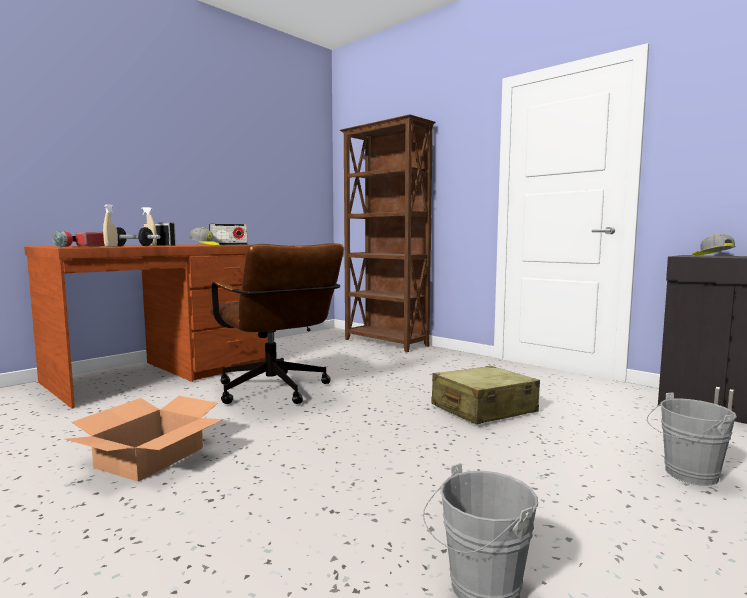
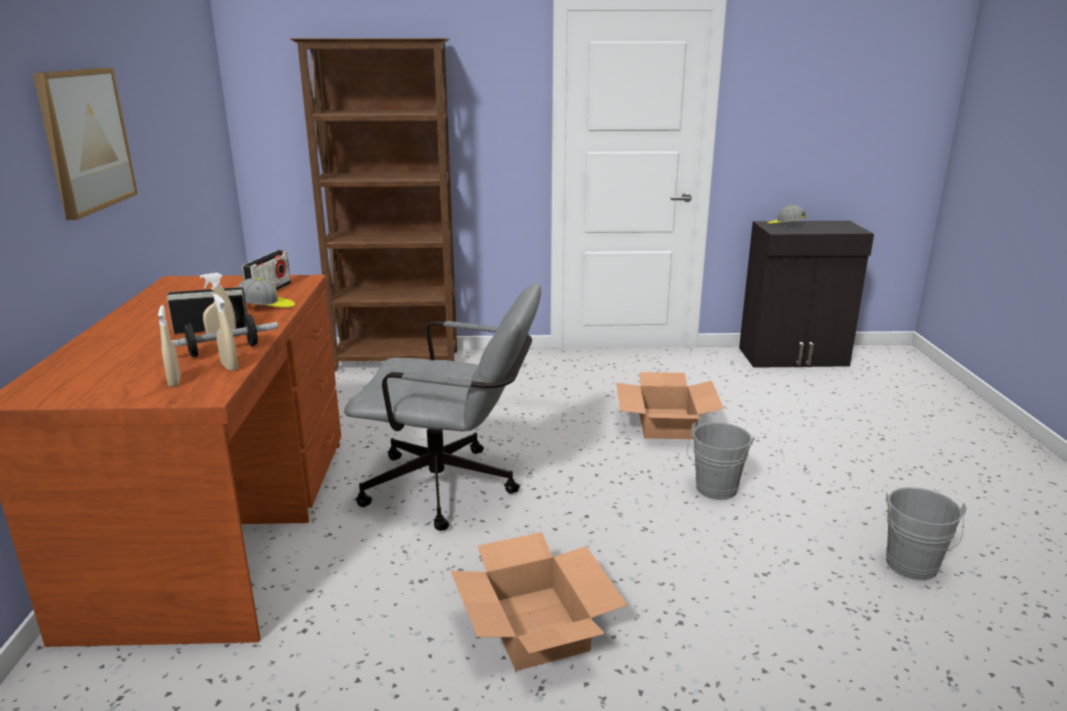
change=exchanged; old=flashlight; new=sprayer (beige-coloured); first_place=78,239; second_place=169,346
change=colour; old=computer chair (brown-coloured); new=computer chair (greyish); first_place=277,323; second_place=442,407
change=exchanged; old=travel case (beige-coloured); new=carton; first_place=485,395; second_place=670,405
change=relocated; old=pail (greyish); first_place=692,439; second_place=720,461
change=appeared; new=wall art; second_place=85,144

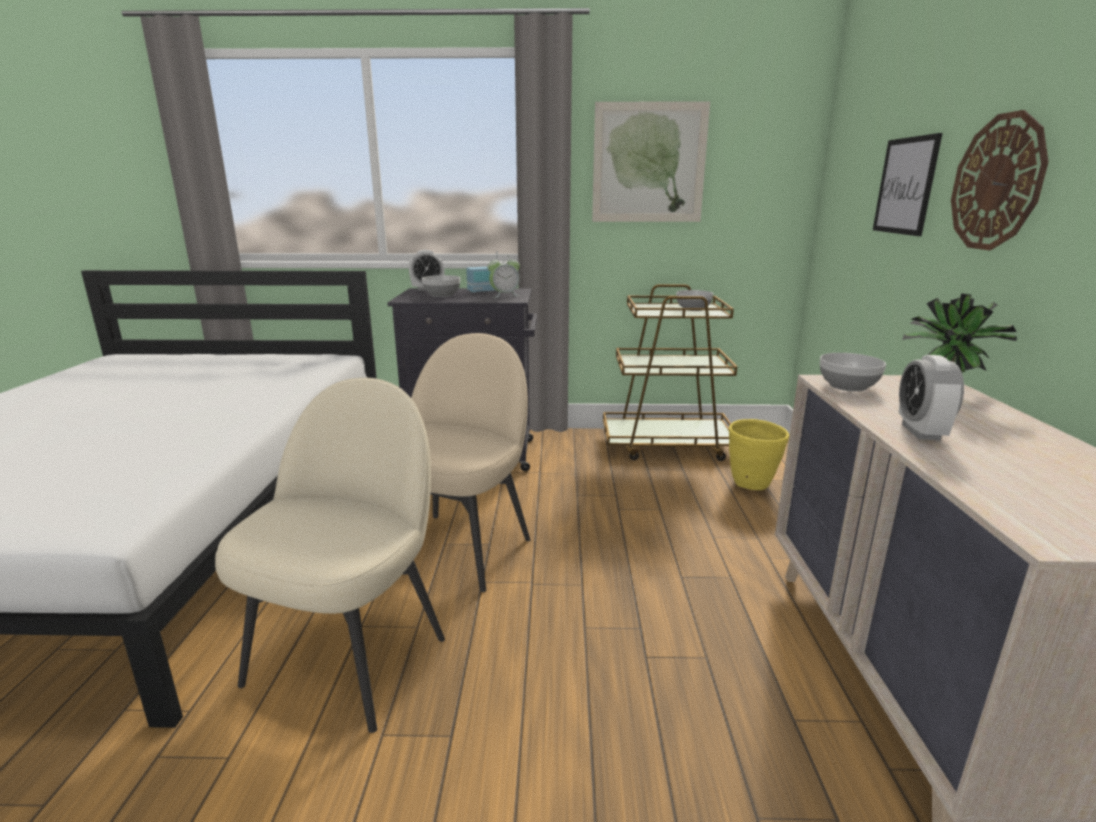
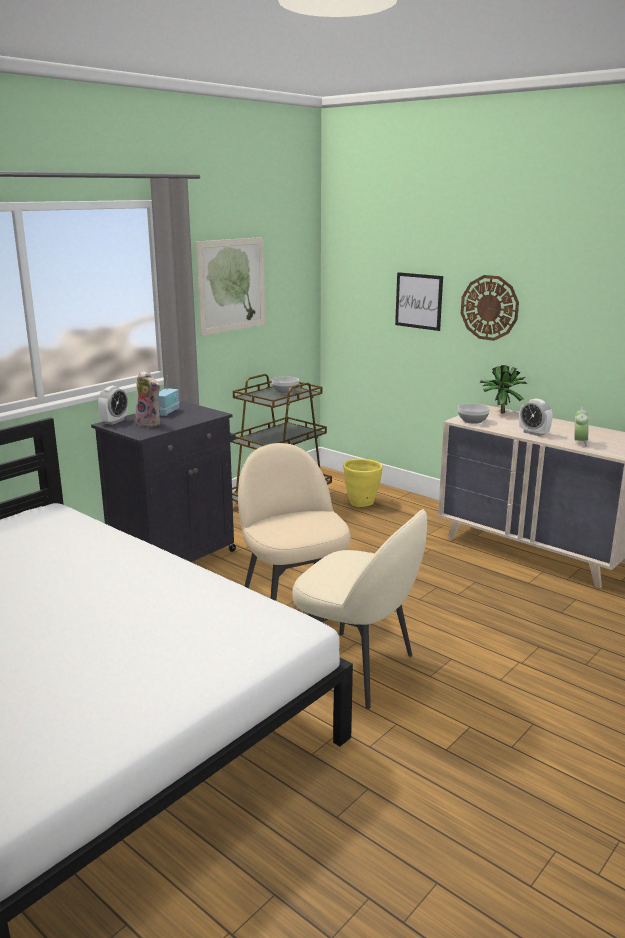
change=relocated; old=table clock; first_place=503,276; second_place=582,427
change=exchanged; old=deep dish; new=plush toy; first_place=441,286; second_place=148,398
change=spun; old=upright chair (beige-coloured); first_place=330,555; second_place=359,609; degrees=150

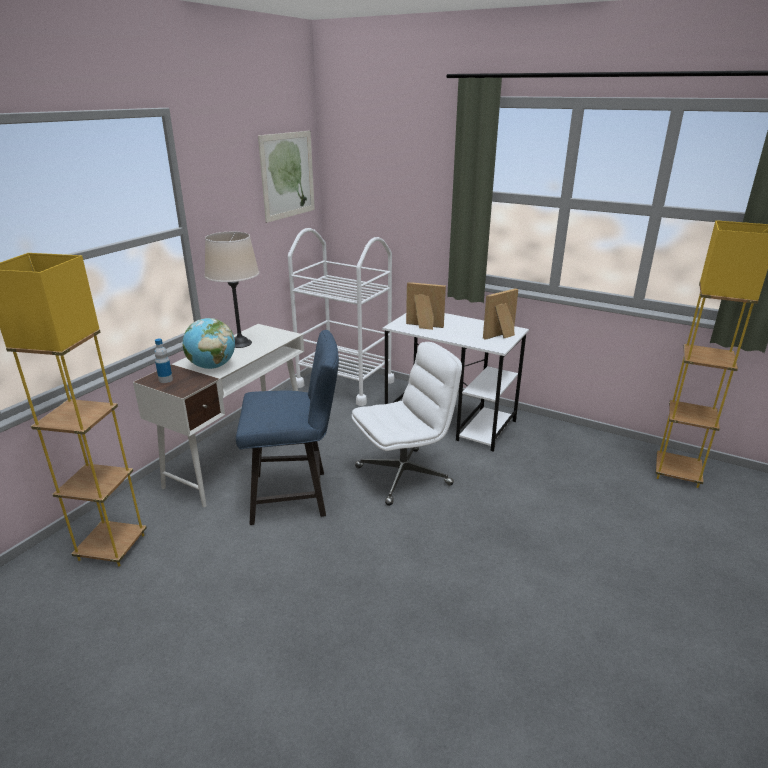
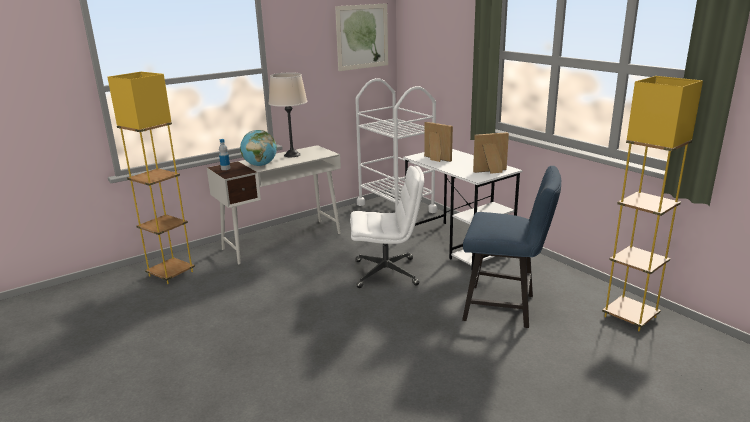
change=relocated; old=upright chair (blue); first_place=287,427; second_place=511,247

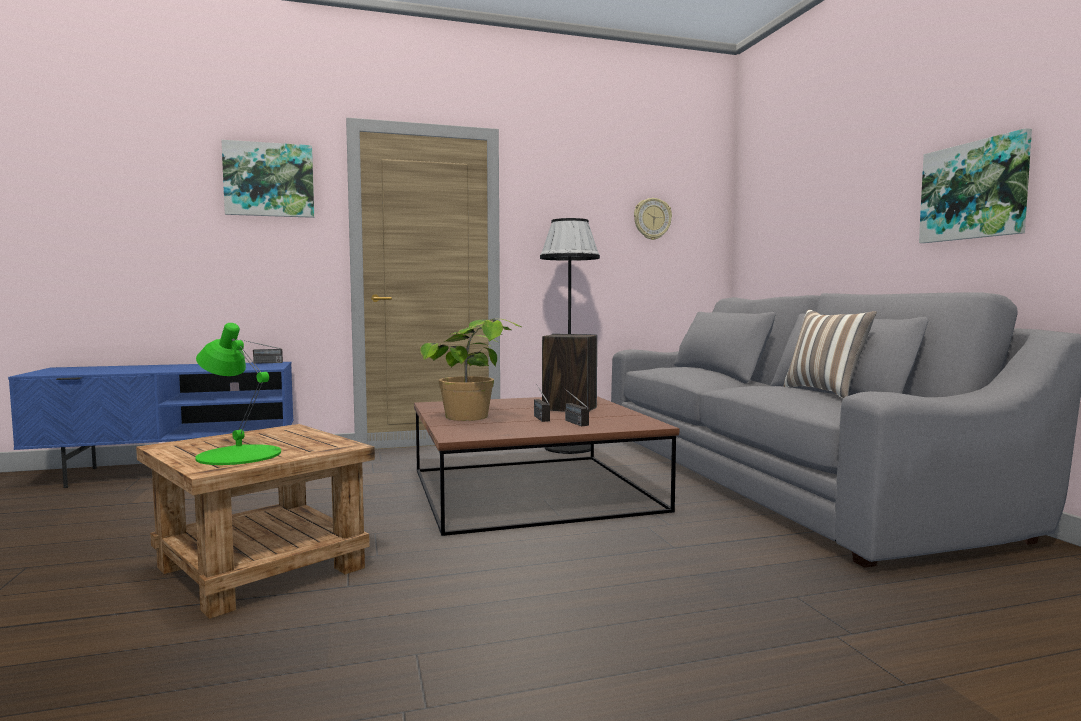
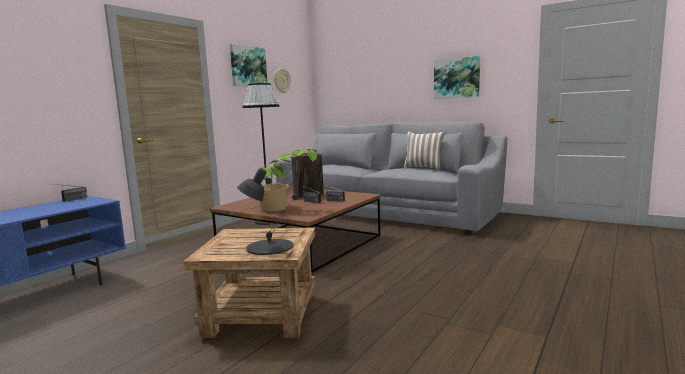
change=relocated; old=wall art; first_place=267,179; second_place=248,65
change=colour; old=table lamp (green); new=table lamp (black); first_place=238,394; second_place=267,211

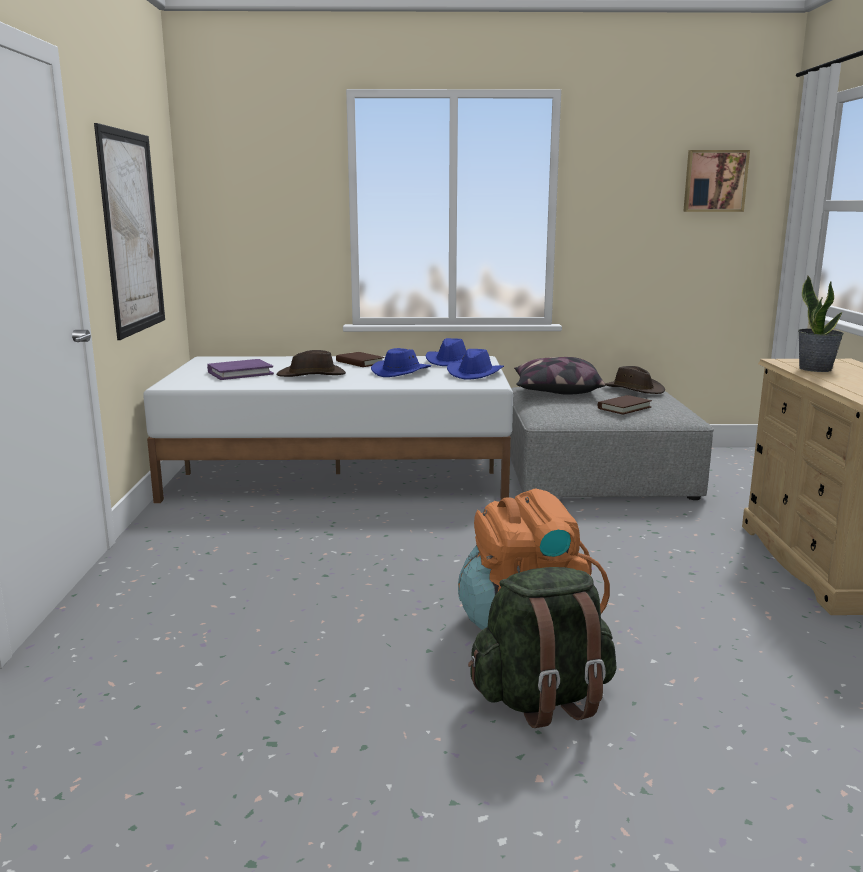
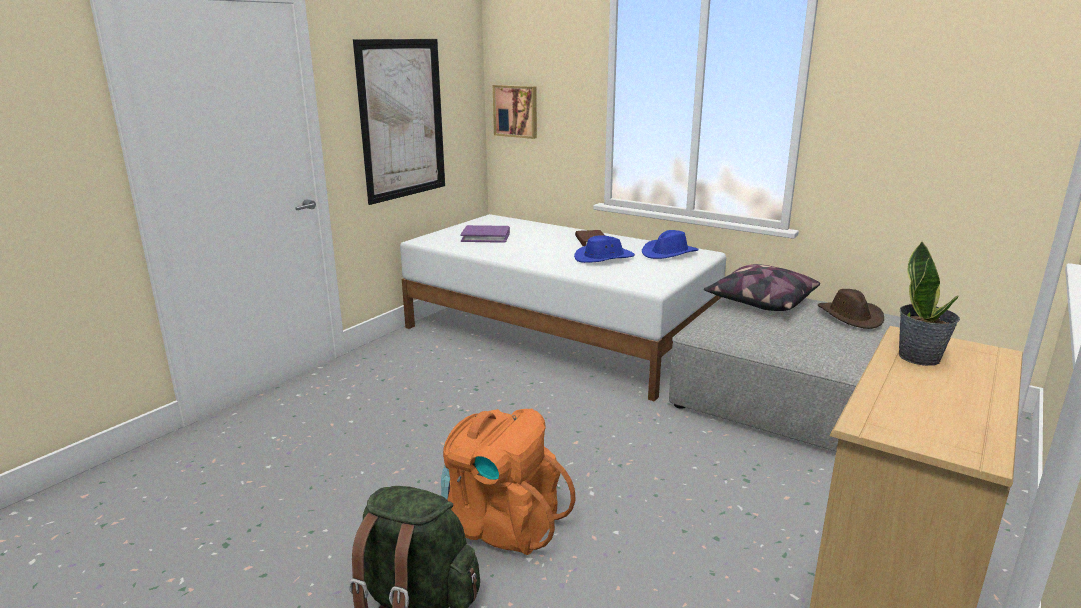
change=relocated; old=wall art; first_place=716,181; second_place=515,112
change=missing; old=clothing hat (blue); first_place=475,364
change=missing; old=clothing hat (brown-coloured); first_place=311,363
change=missing; old=volume (brown-coloured); first_place=625,405

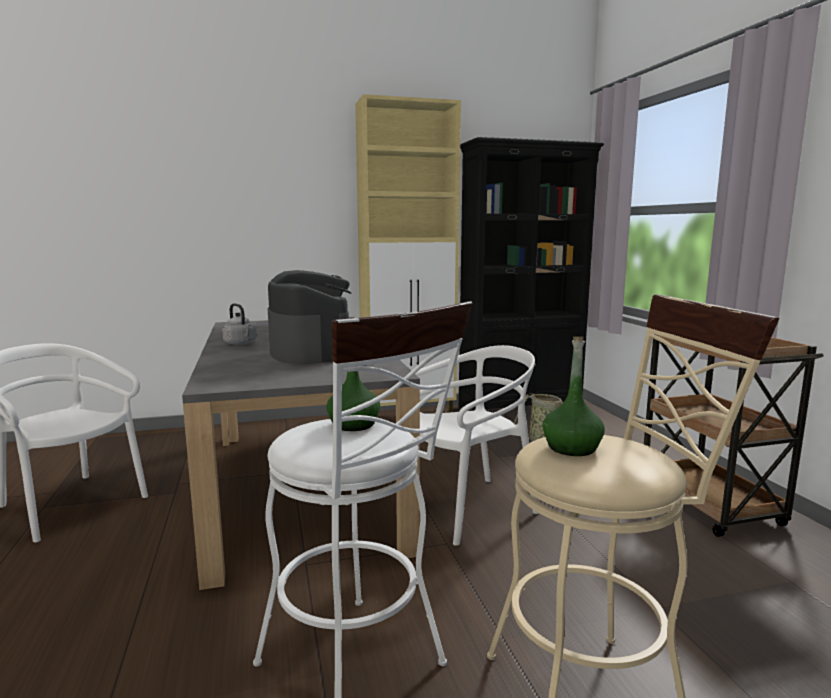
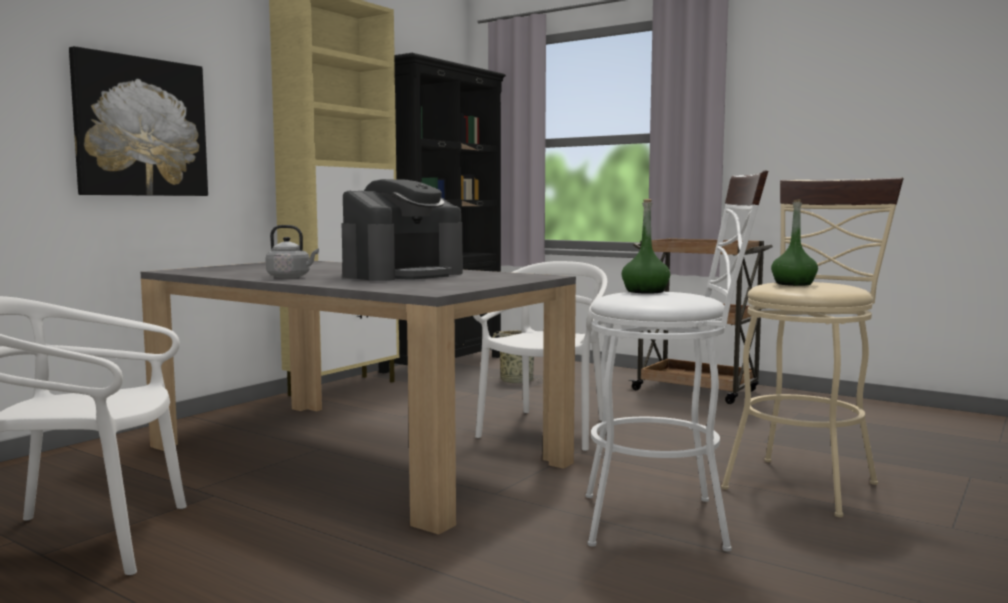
change=spun; old=coffee machine; first_place=309,317; second_place=402,230; degrees=105
change=appeared; new=wall art; second_place=138,121

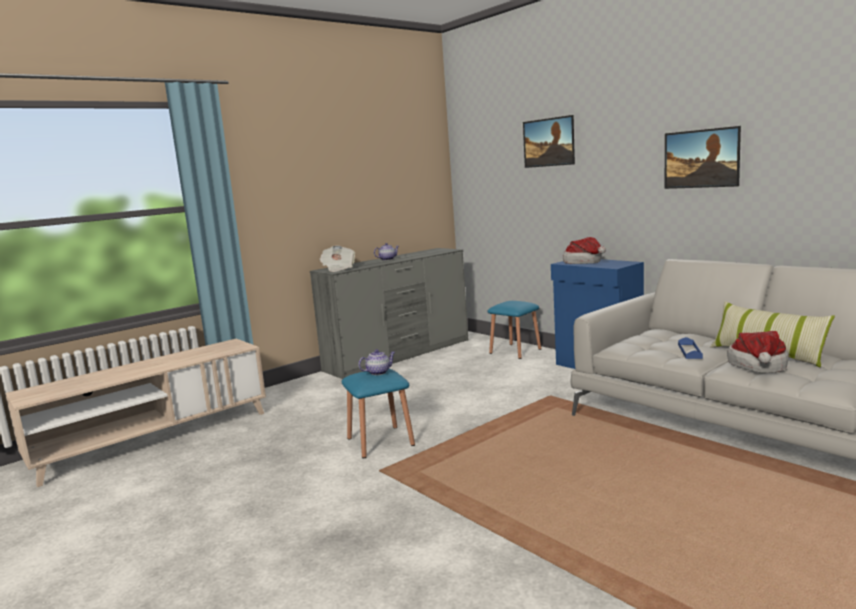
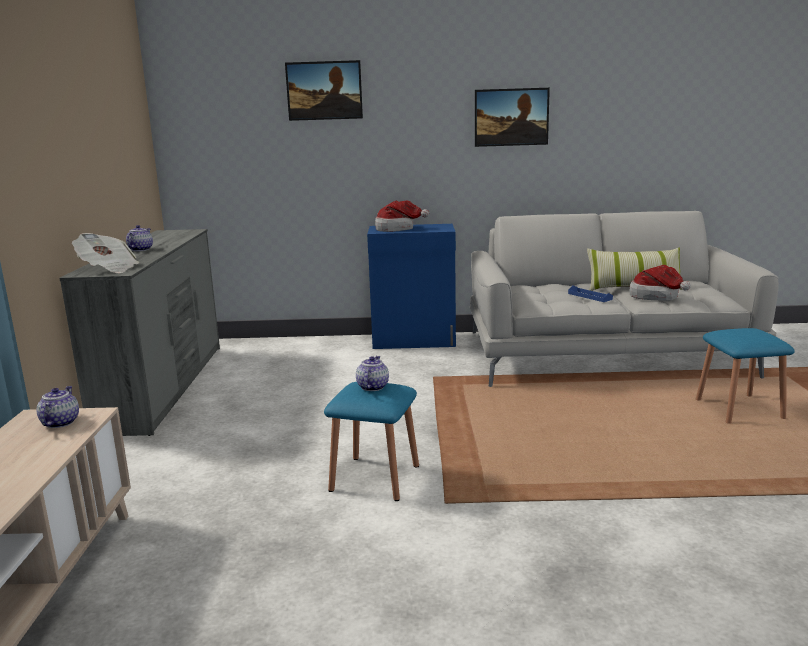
change=relocated; old=stool seat (blue); first_place=515,330; second_place=745,376
change=appeared; new=pot for tea; second_place=57,407

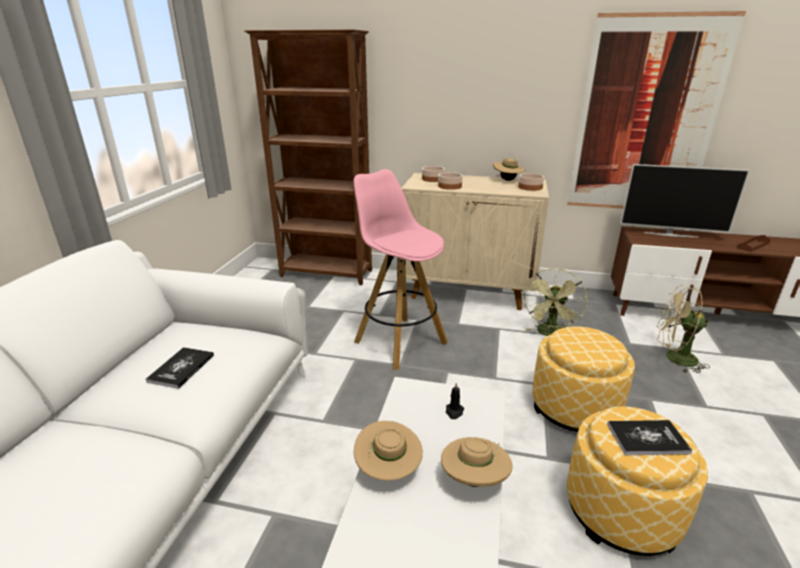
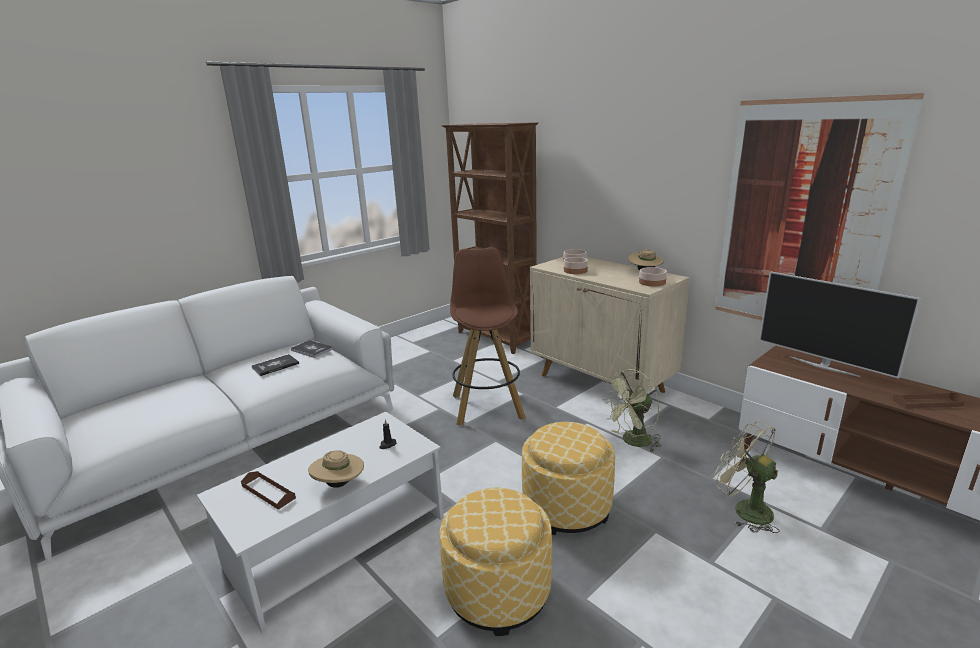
change=colour; old=stool seat (pink-coloured); new=stool seat (brown-coloured); first_place=401,269; second_place=488,336
change=relocated; old=volume; first_place=650,437; second_place=312,349
change=missing; old=clothing hat (beige-coloured); first_place=388,451
change=appeared; new=serving tray (brown-coloured); second_place=268,490

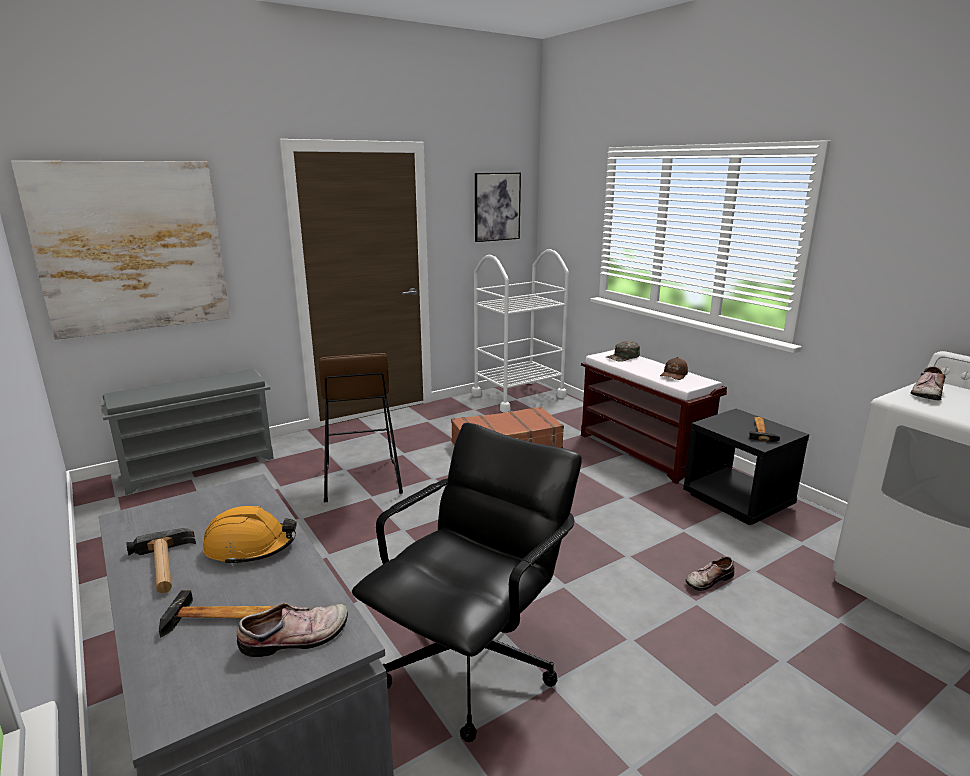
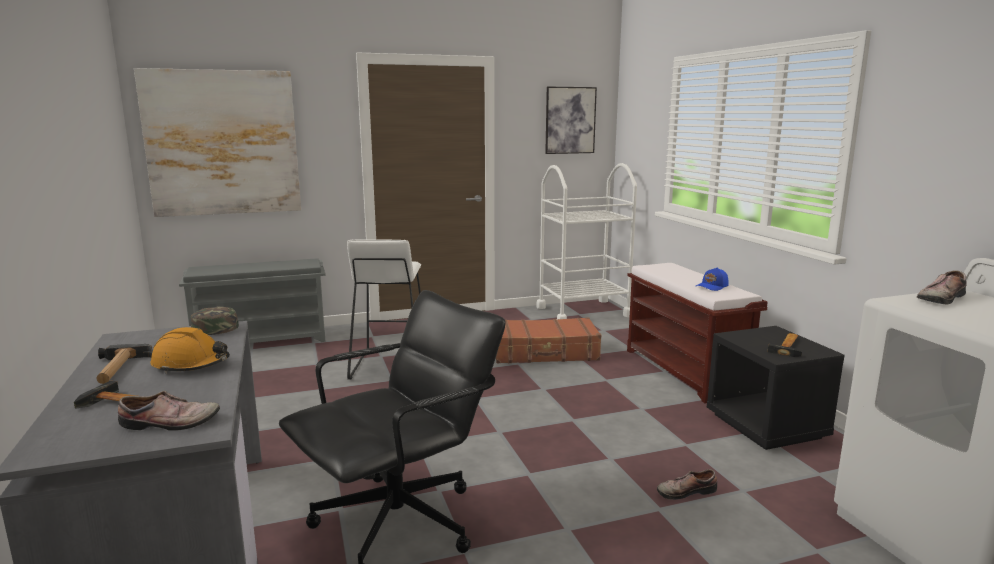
change=relocated; old=peaked cap (green); first_place=623,351; second_place=205,320
change=colour; old=stool seat (brown-coloured); new=stool seat (whitish); first_place=361,427; second_place=384,309
change=colour; old=peaked cap (brown-coloured); new=peaked cap (blue); first_place=674,368; second_place=712,279

